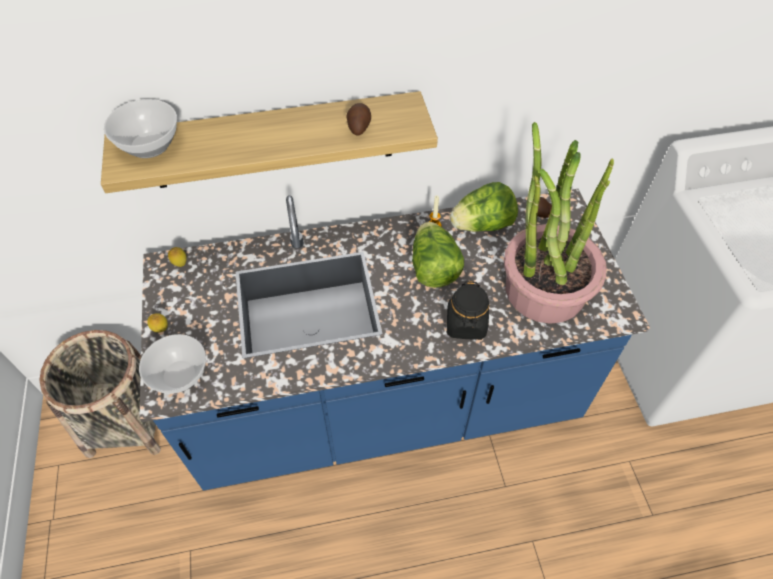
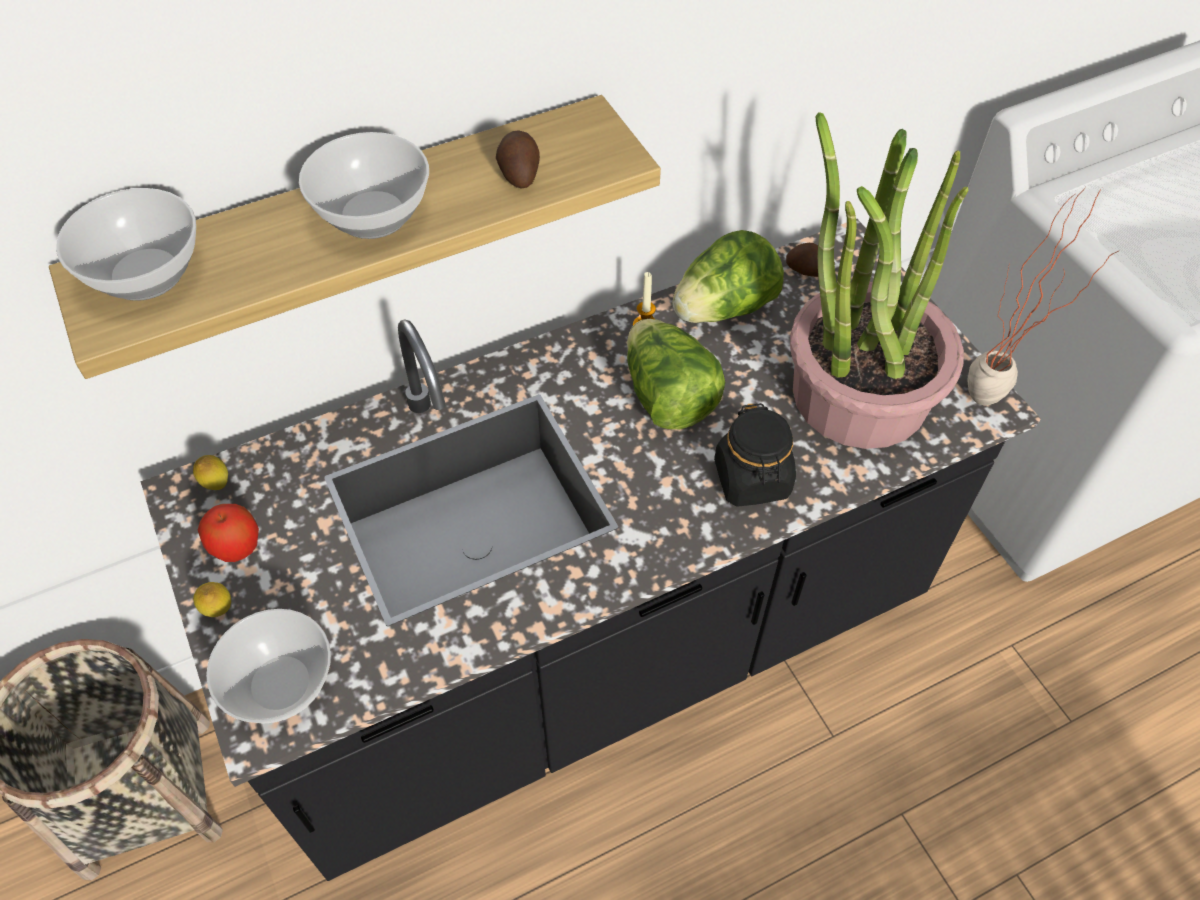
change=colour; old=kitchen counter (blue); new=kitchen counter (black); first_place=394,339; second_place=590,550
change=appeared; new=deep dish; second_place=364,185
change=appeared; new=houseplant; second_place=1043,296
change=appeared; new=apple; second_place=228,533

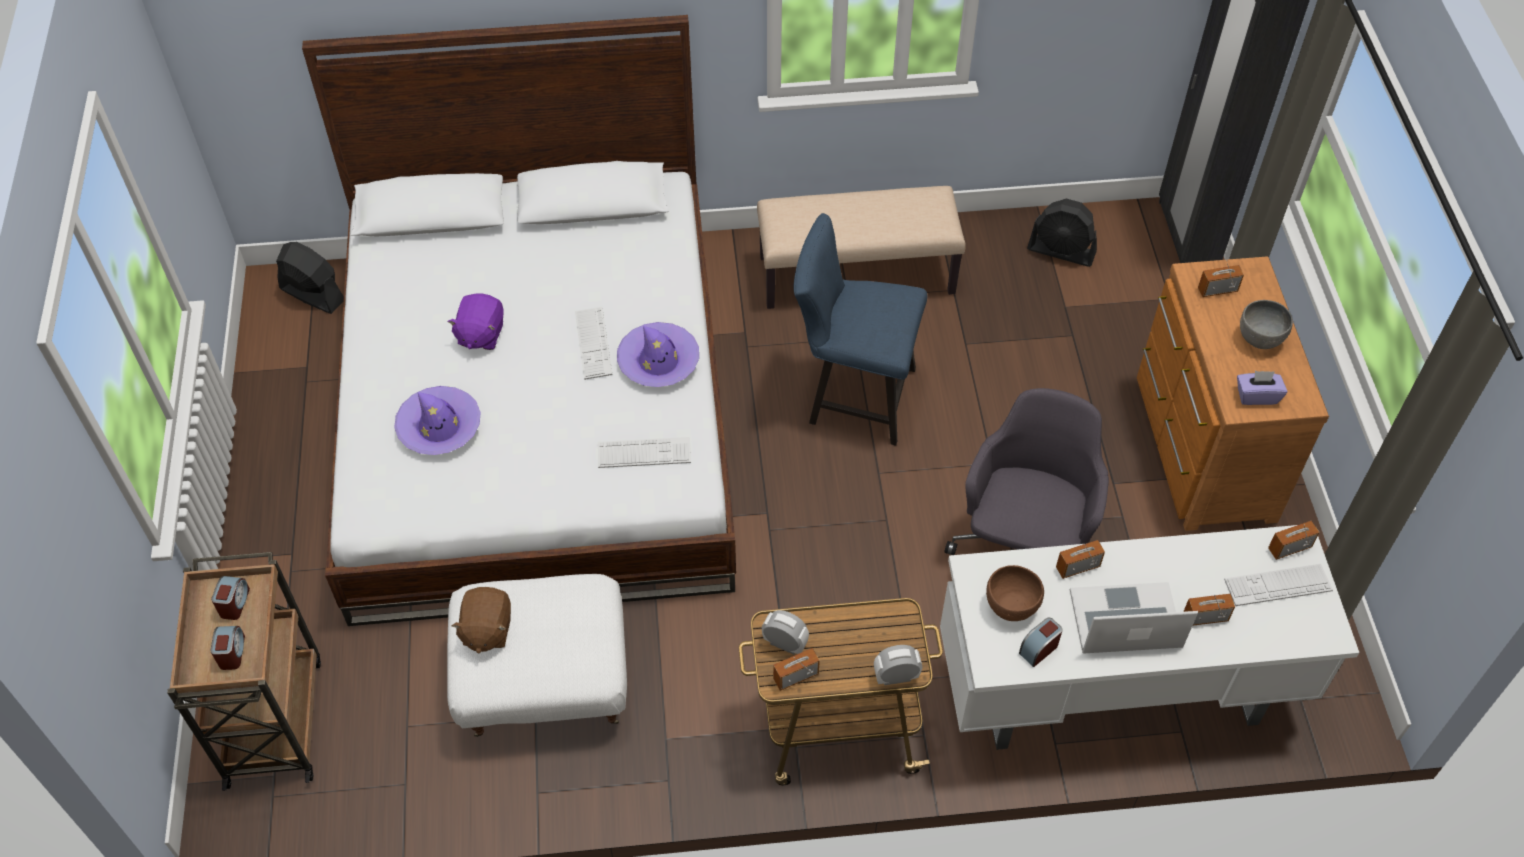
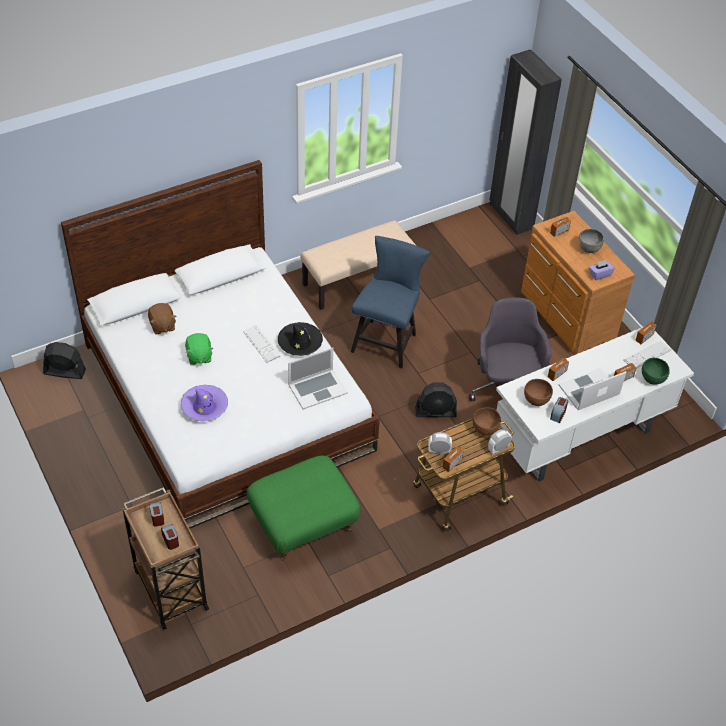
change=relocated; old=electric fan (black); first_place=1062,233; second_place=436,399
change=spun; old=upright chair (blue); first_place=860,329; second_place=390,302; degrees=120
change=colour; old=plush toy (purple-coloured); new=plush toy (green); first_place=476,321; second_place=199,349
change=colour; old=clothing hat (purple-coloured); new=clothing hat (black); first_place=658,354; second_place=300,339
change=exchanged; old=keyboard; new=laptop; first_place=644,452; second_place=318,379
change=colour; old=footrest (whitish); new=footrest (green); first_place=537,655; second_place=304,508
change=relocated; old=plush toy (brown-coloured); first_place=481,620; second_place=162,318
change=appeared; new=deep dish (green); second_place=656,371
change=appeared; new=deep dish (brown-coloured); second_place=486,421

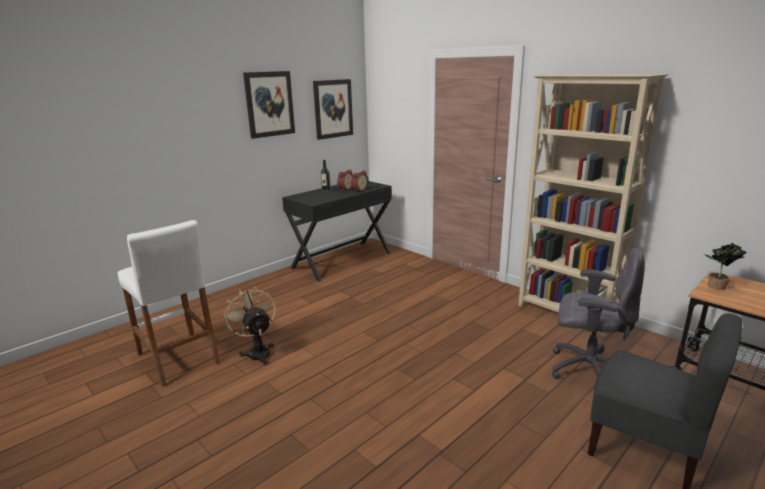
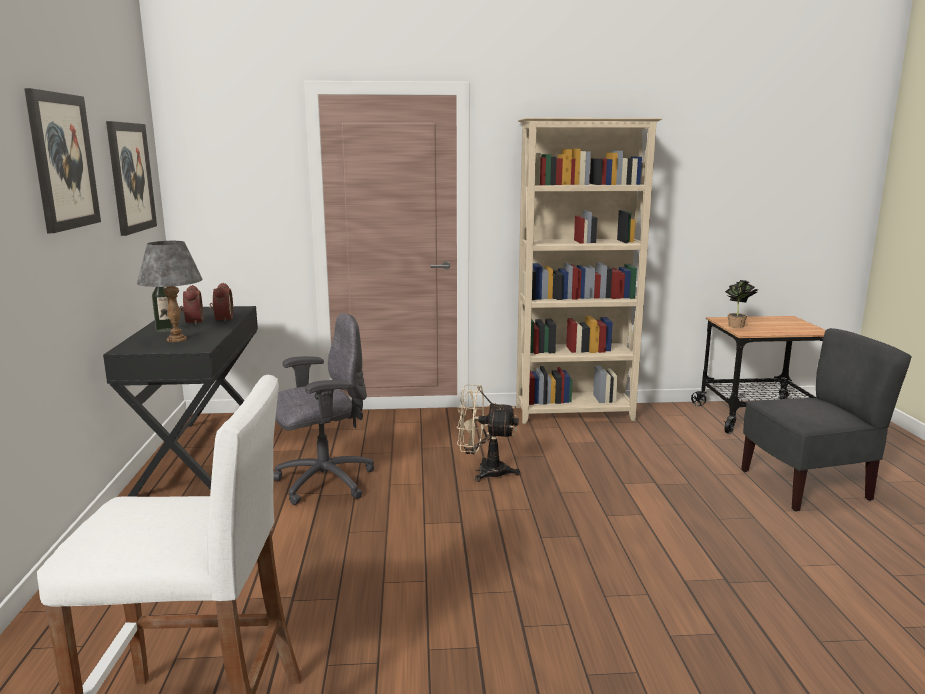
change=relocated; old=computer chair (greyish); first_place=598,313; second_place=323,409
change=relocated; old=electric fan (beige-coloured); first_place=250,326; second_place=488,433
change=appeared; new=table lamp (greyish); second_place=170,291

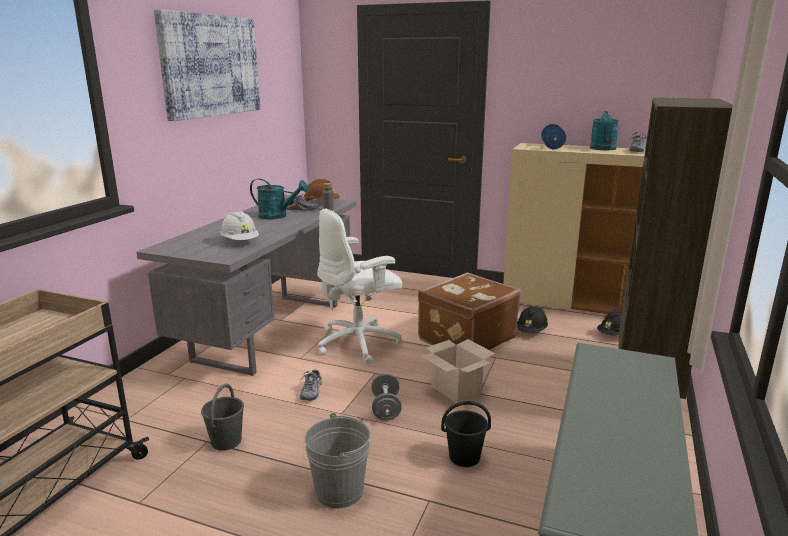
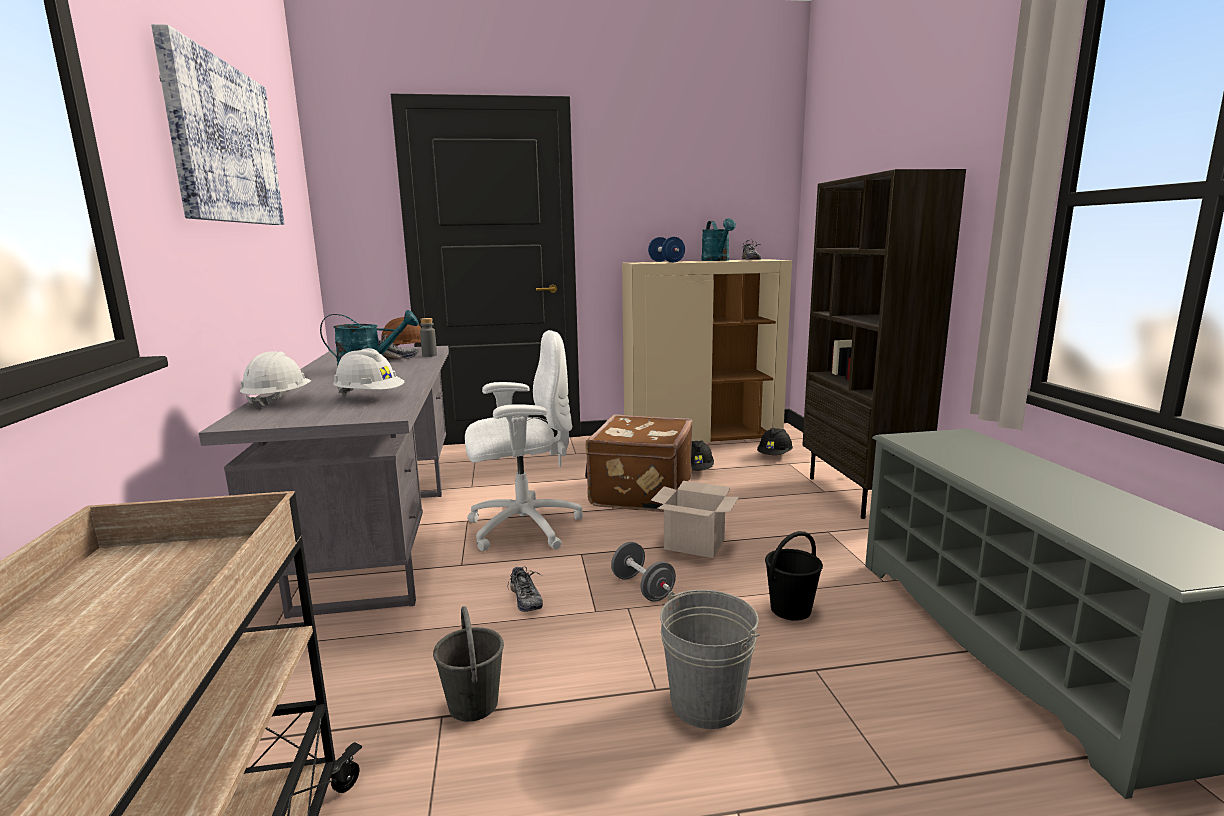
change=spun; old=computer chair (whitish); first_place=359,286; second_place=524,440; degrees=-135
change=appeared; new=safety helmet (whitish); second_place=276,380

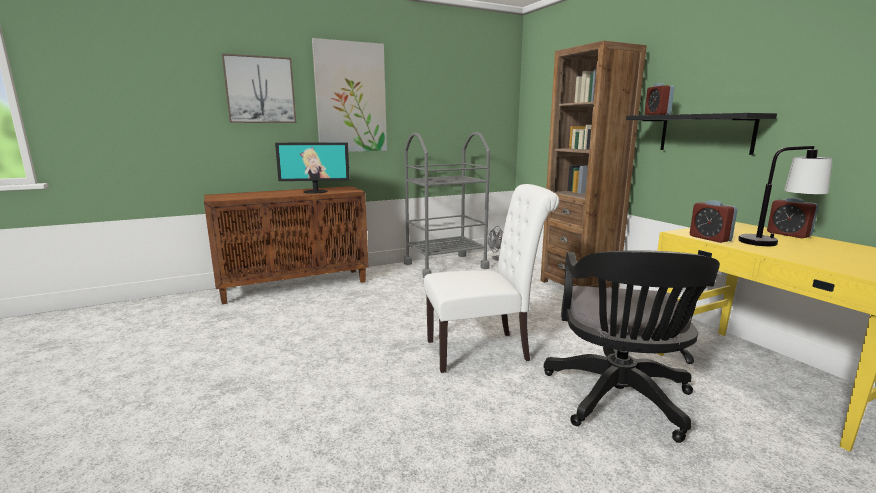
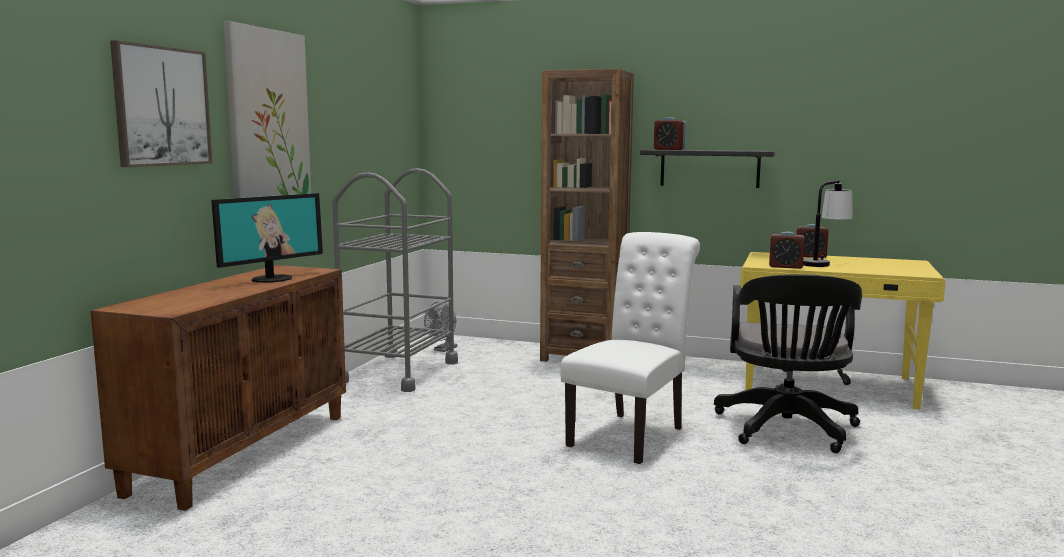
change=spun; old=computer chair (black); first_place=632,346; second_place=788,363; degrees=45

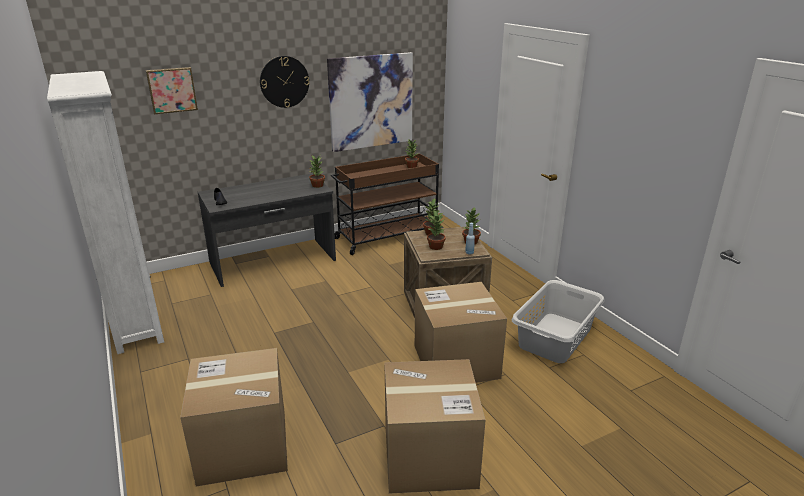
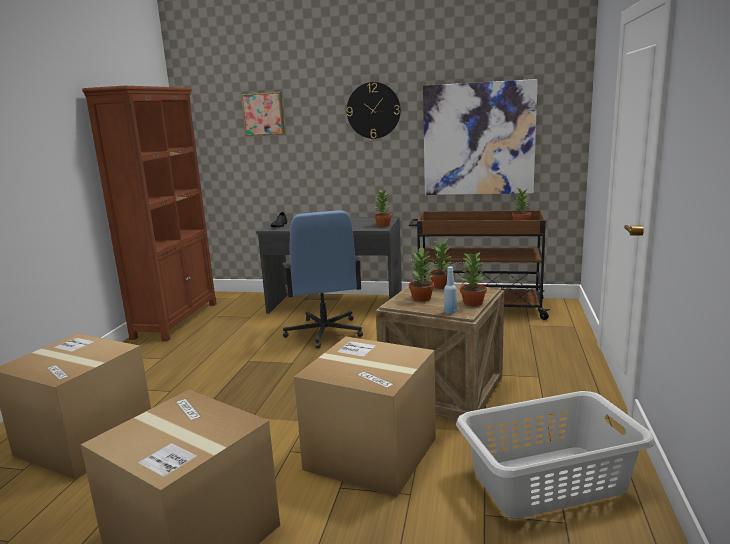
change=colour; old=shelving unit (whitish); new=shelving unit (brown-coloured); first_place=105,212; second_place=149,213
change=appeared; new=computer chair (blue); second_place=322,279

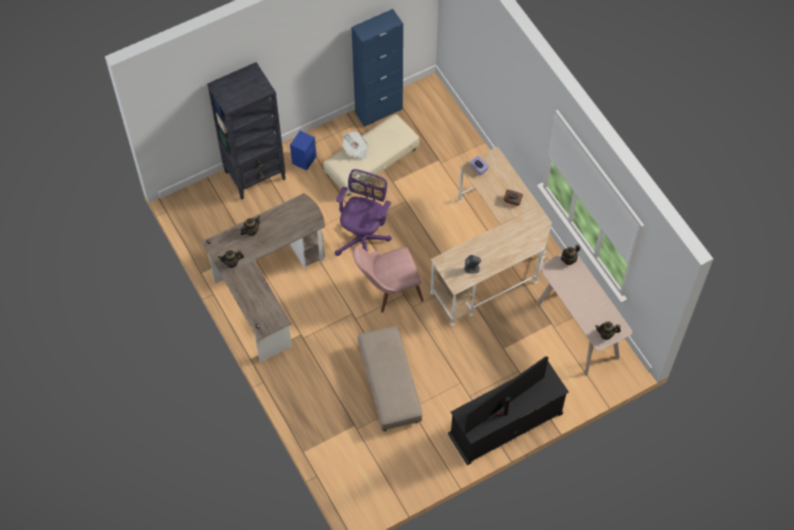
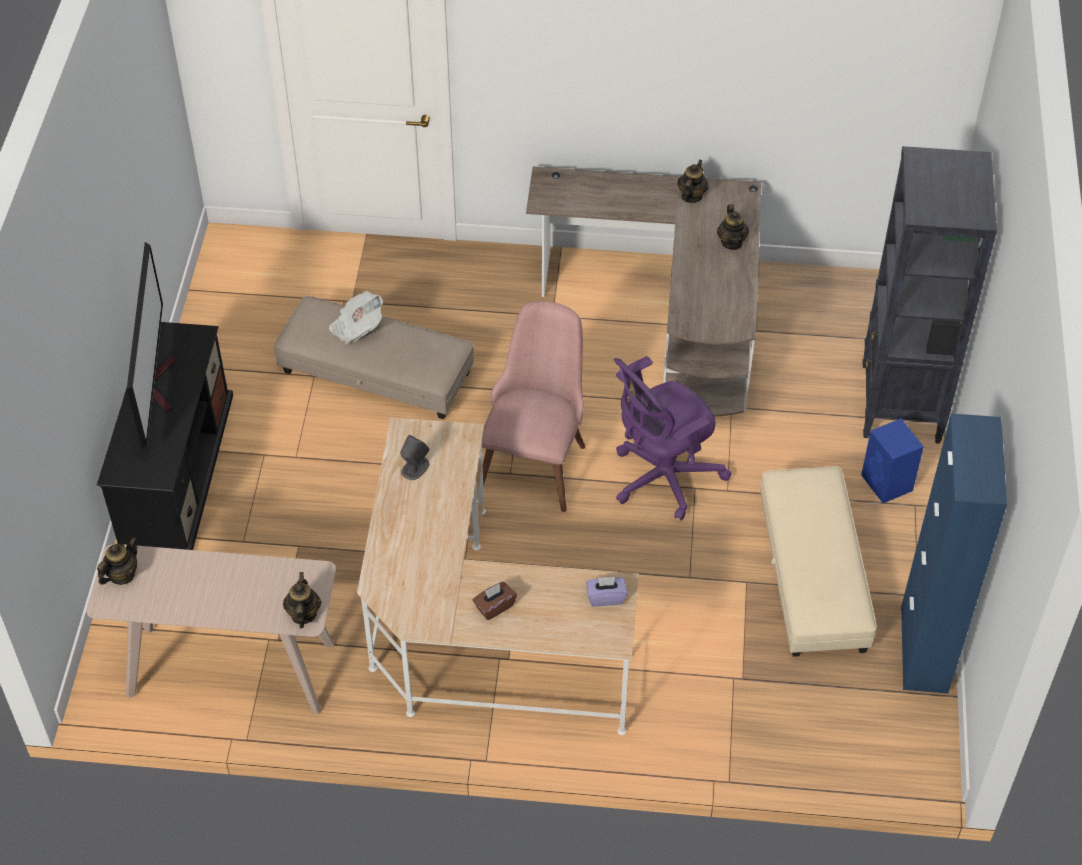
change=relocated; old=printed paper; first_place=355,145; second_place=356,317
change=spun; old=computer chair (purple-coloured); first_place=363,212; second_place=672,438; degrees=90

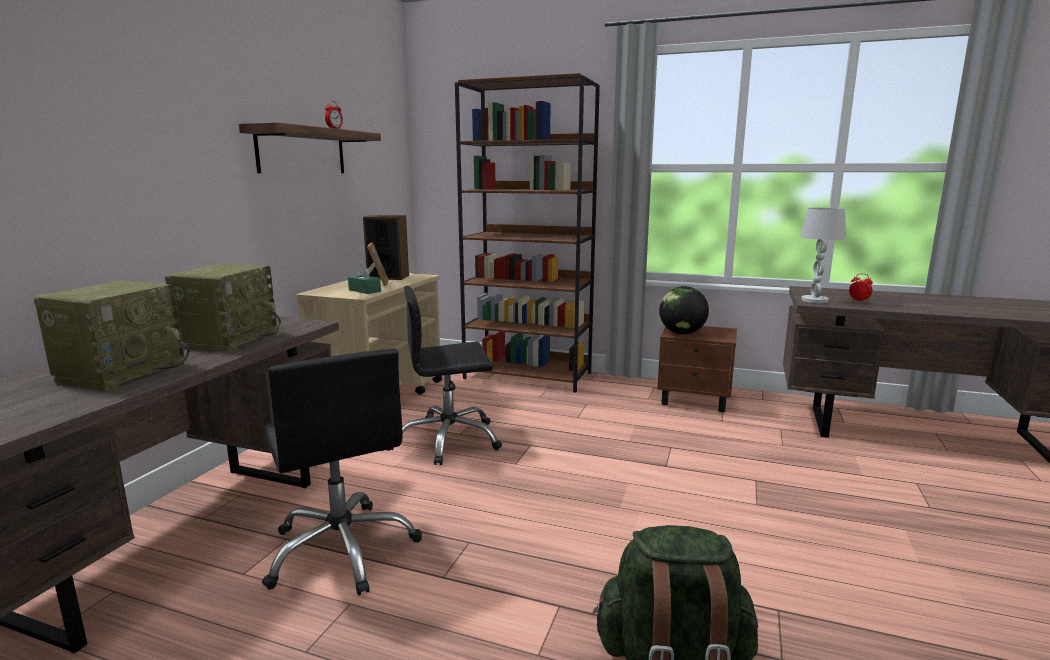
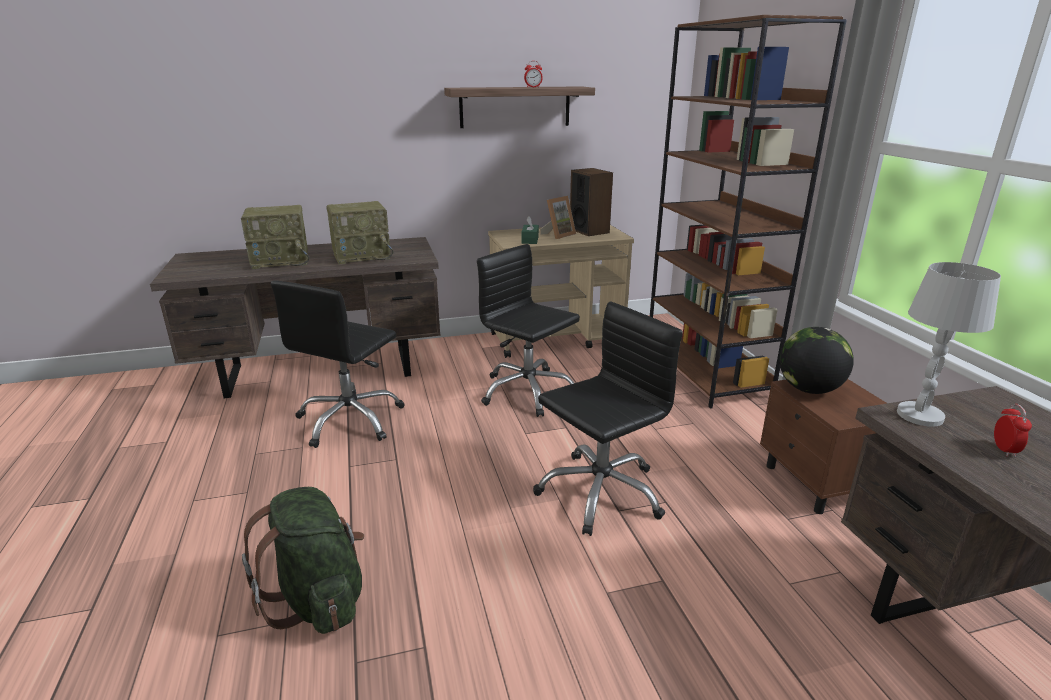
change=appeared; new=computer chair (black); second_place=608,418

